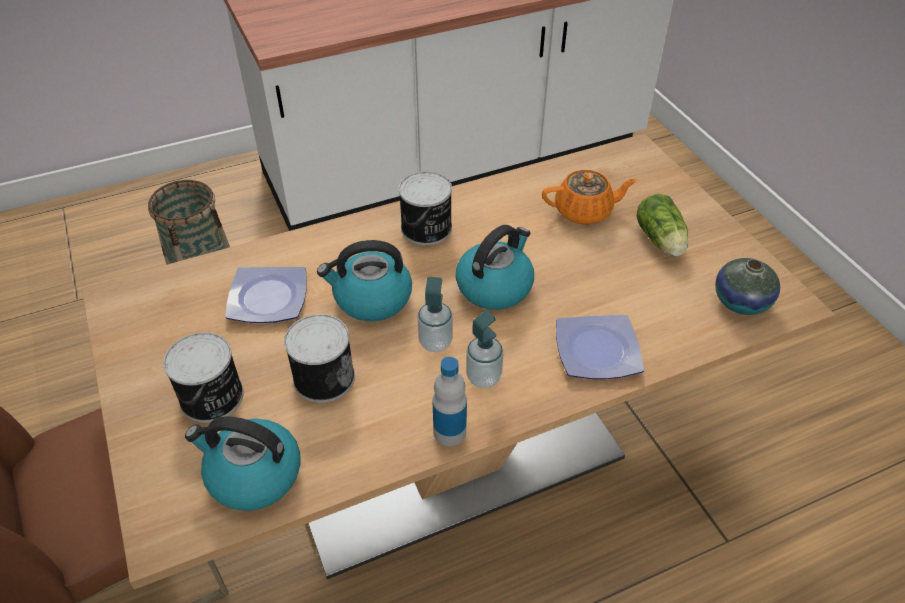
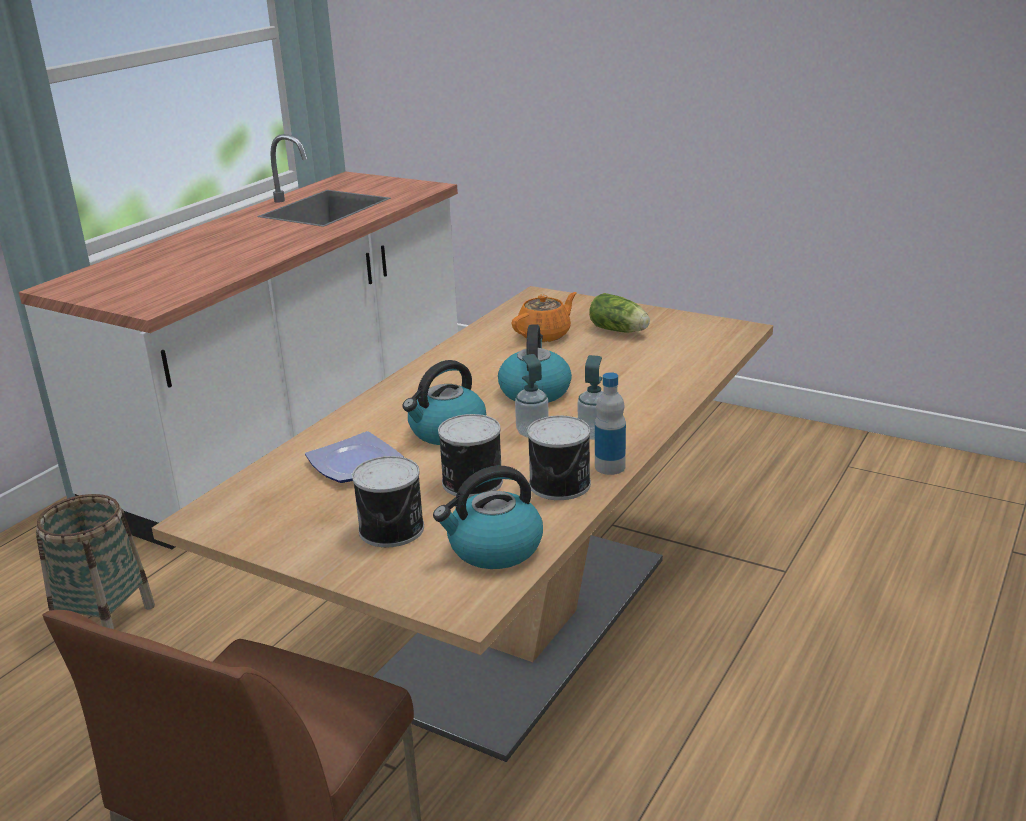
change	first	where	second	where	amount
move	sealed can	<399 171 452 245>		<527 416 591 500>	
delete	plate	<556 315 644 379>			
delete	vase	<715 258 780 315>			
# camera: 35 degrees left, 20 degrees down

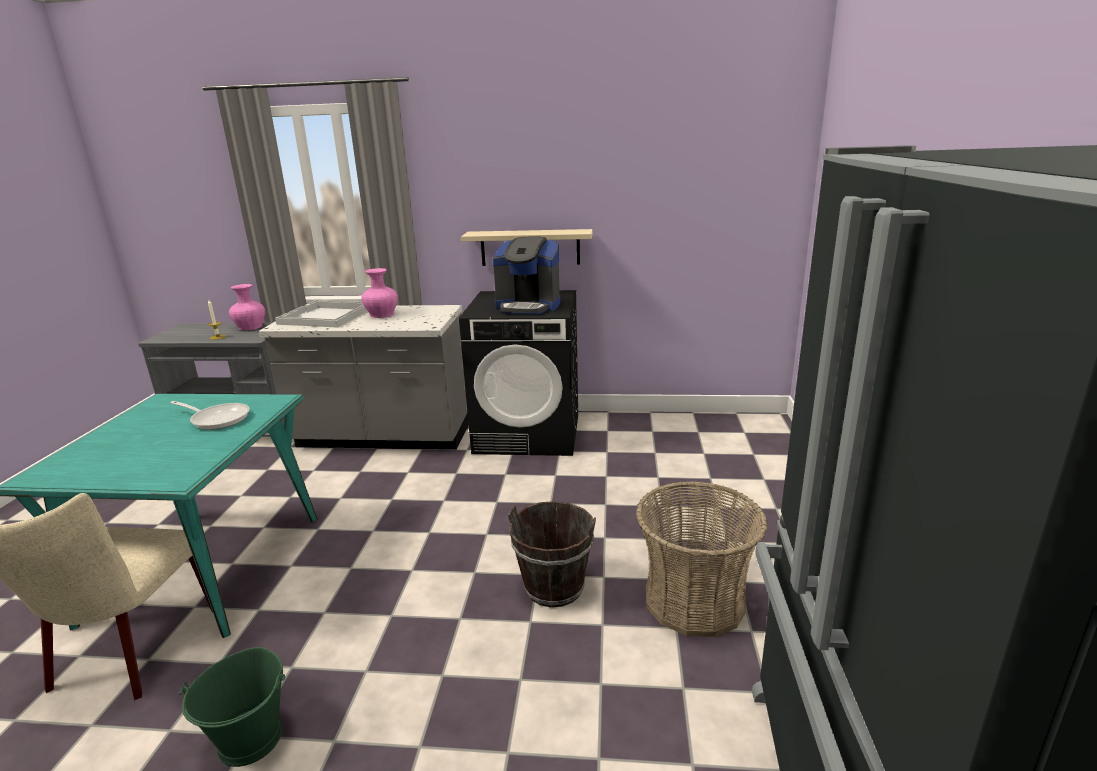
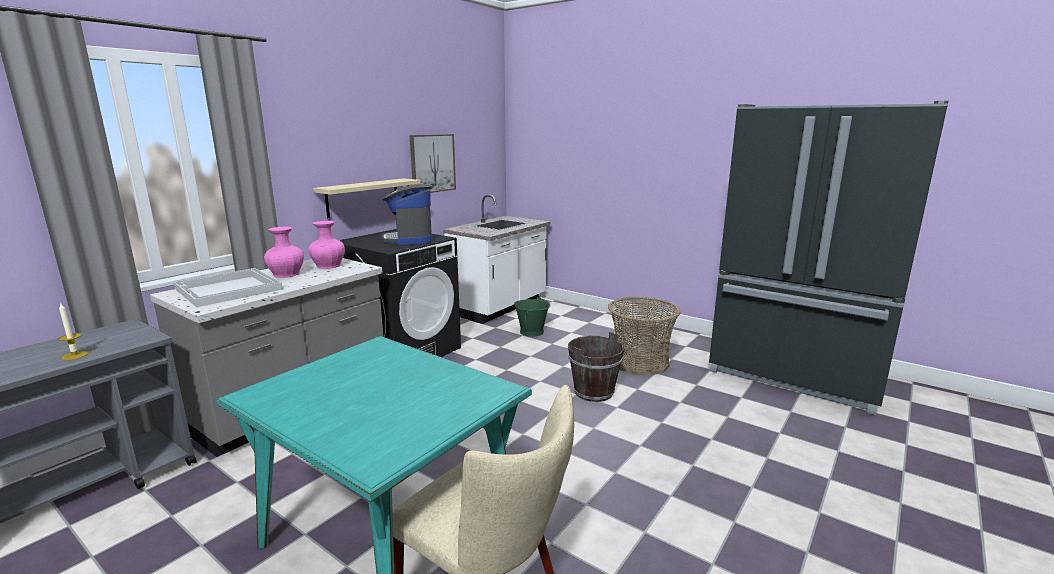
change	first	where	second	where	amount
move	pink vase	<229 284 265 331>		<308 221 345 269>	
rotate	coffee maker	<493 236 560 315>		<382 184 433 245>	120 degrees clockwise
insert			wall art	<410 134 456 193>	
insert			whitish kitchen counter	<443 195 550 324>	
move	green-coloured pail	<179 647 285 767>		<514 296 550 337>	
delete	pan	<170 401 250 430>			
# camera: 60 degrees left, 5 degrees down

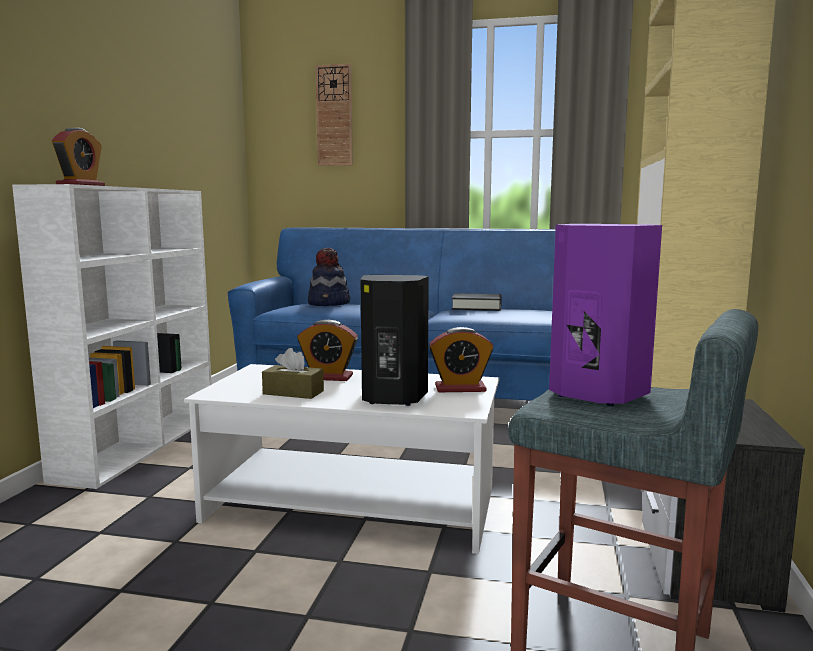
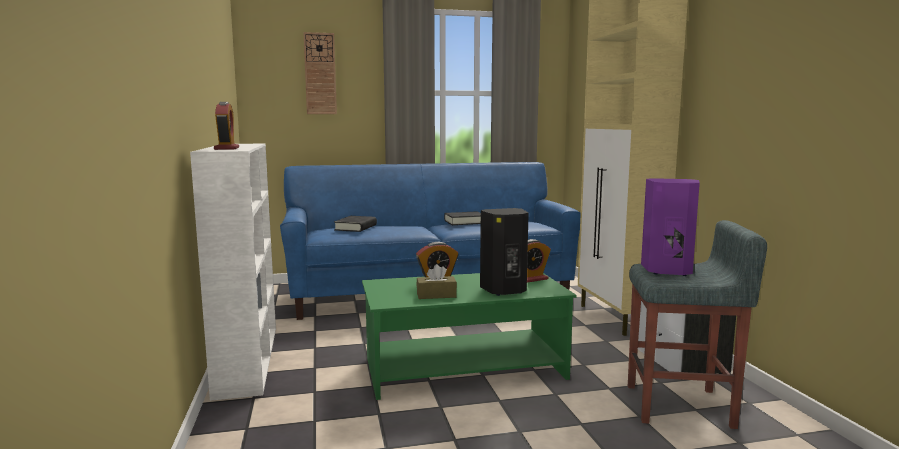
change	first	where	second	where	amount
replace	clothing hat	<308 248 350 306>	black-coloured volume	<334 216 377 232>	
recolor	whitish lounge table	<184 364 499 554>	green-coloured lounge table	<362 273 576 400>	
# camera: 25 degrees left, 0 degrees up

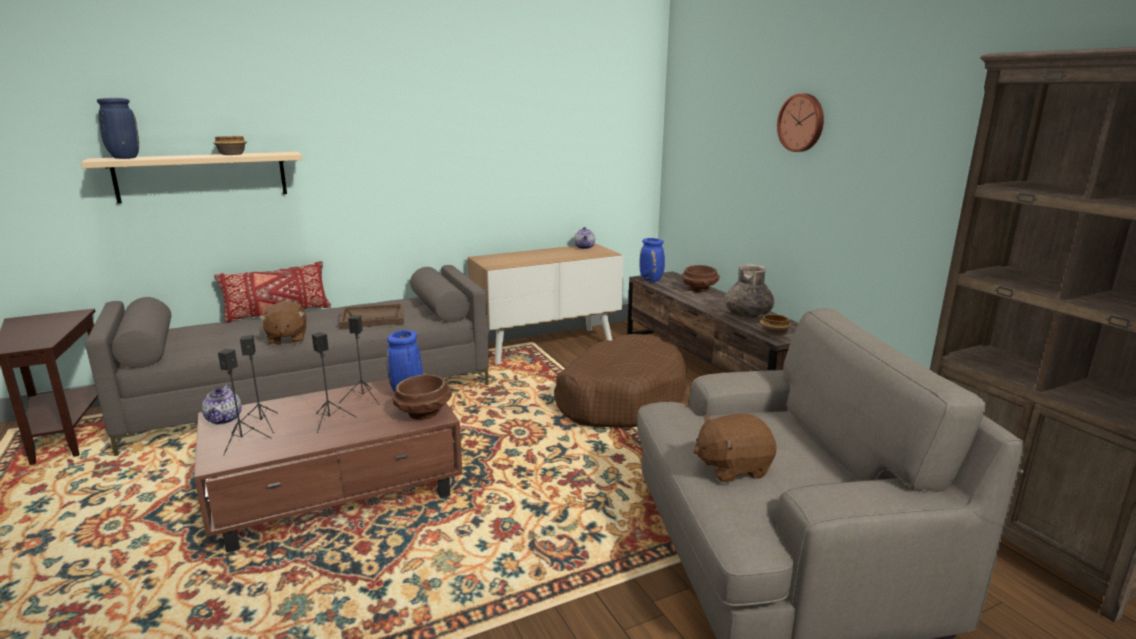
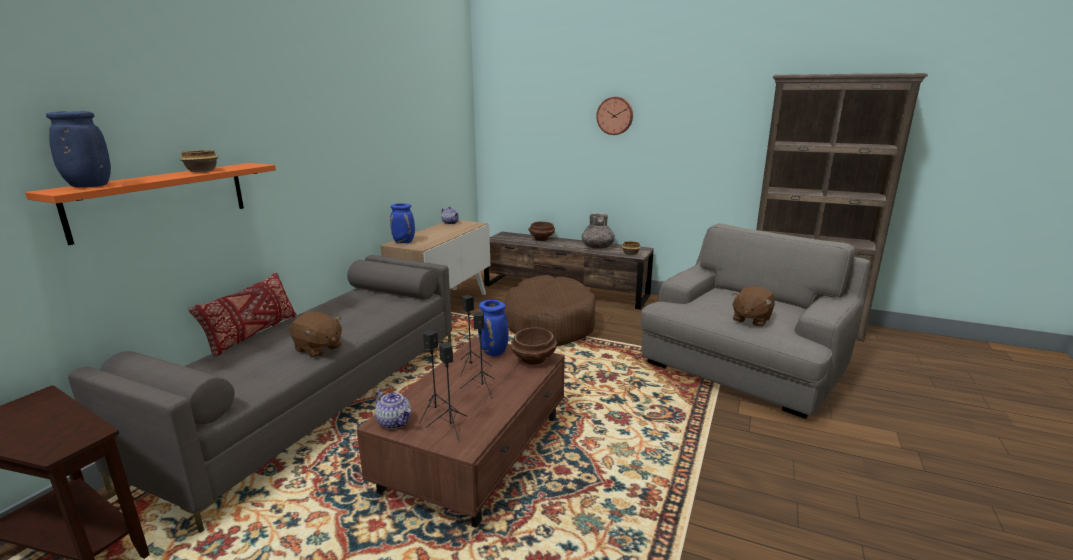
change	first	where	second	where	amount
recolor	beige-coloured wall shelf	<81 152 302 204>	orange wall shelf	<25 163 276 245>	
move	bluish vase	<640 238 665 282>		<390 203 415 243>	
delete	brown tray	<339 304 404 328>			
# camera: 40 degrees left, 0 degrees up

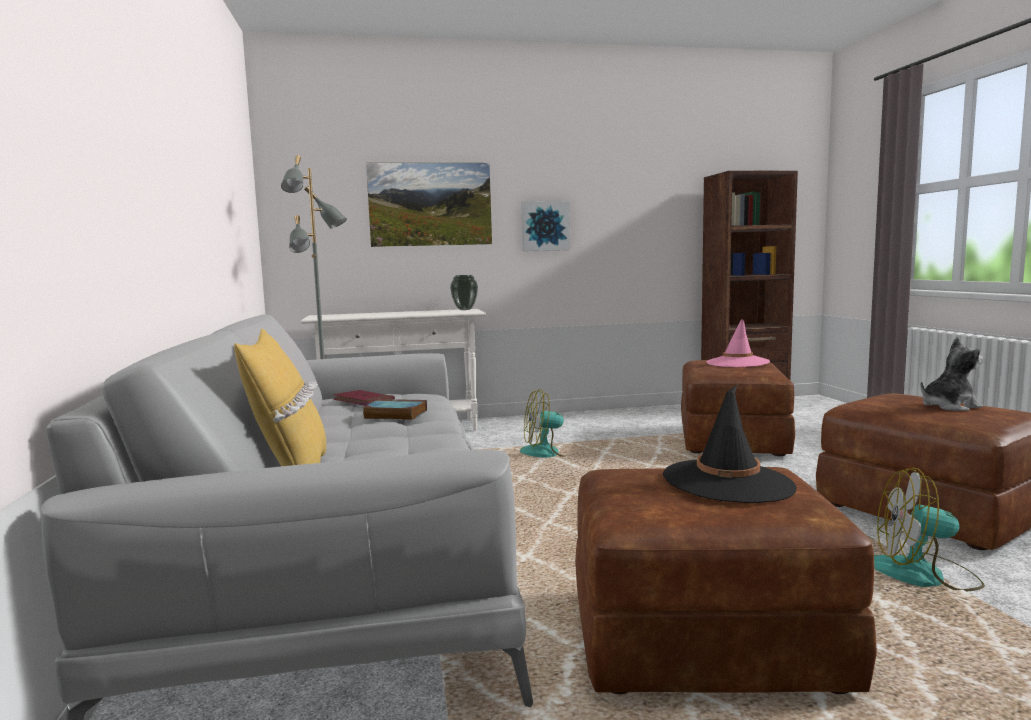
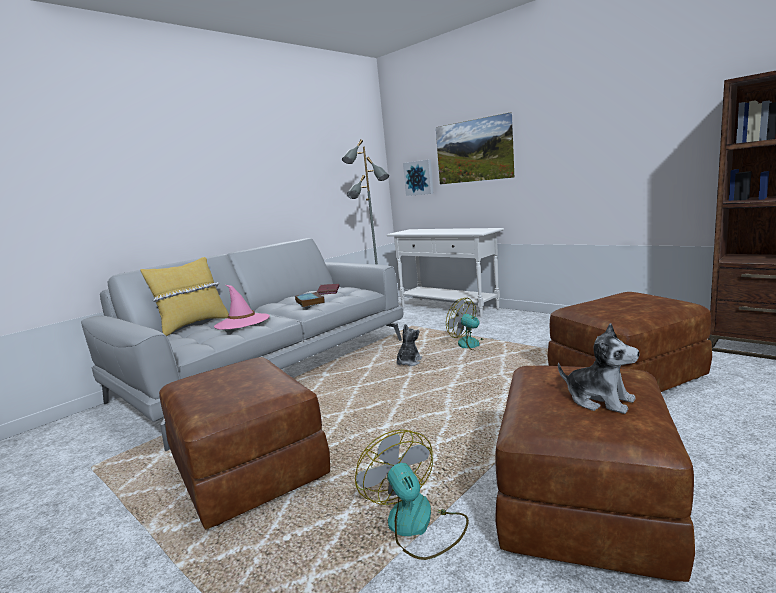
change	first	where	second	where	amount
move	pink clothing hat	<706 319 770 367>		<214 285 270 330>	
insert			cuddly toy	<396 324 422 366>	
move	wall art	<521 201 570 251>		<403 159 433 196>	
delete	vase	<450 275 478 310>			
delete	black-coloured clothing hat	<663 385 797 503>			
# camera: 55 degrees right, 5 degrees up

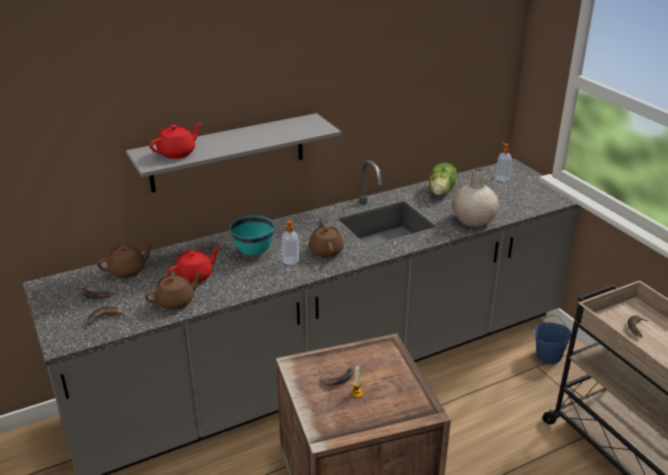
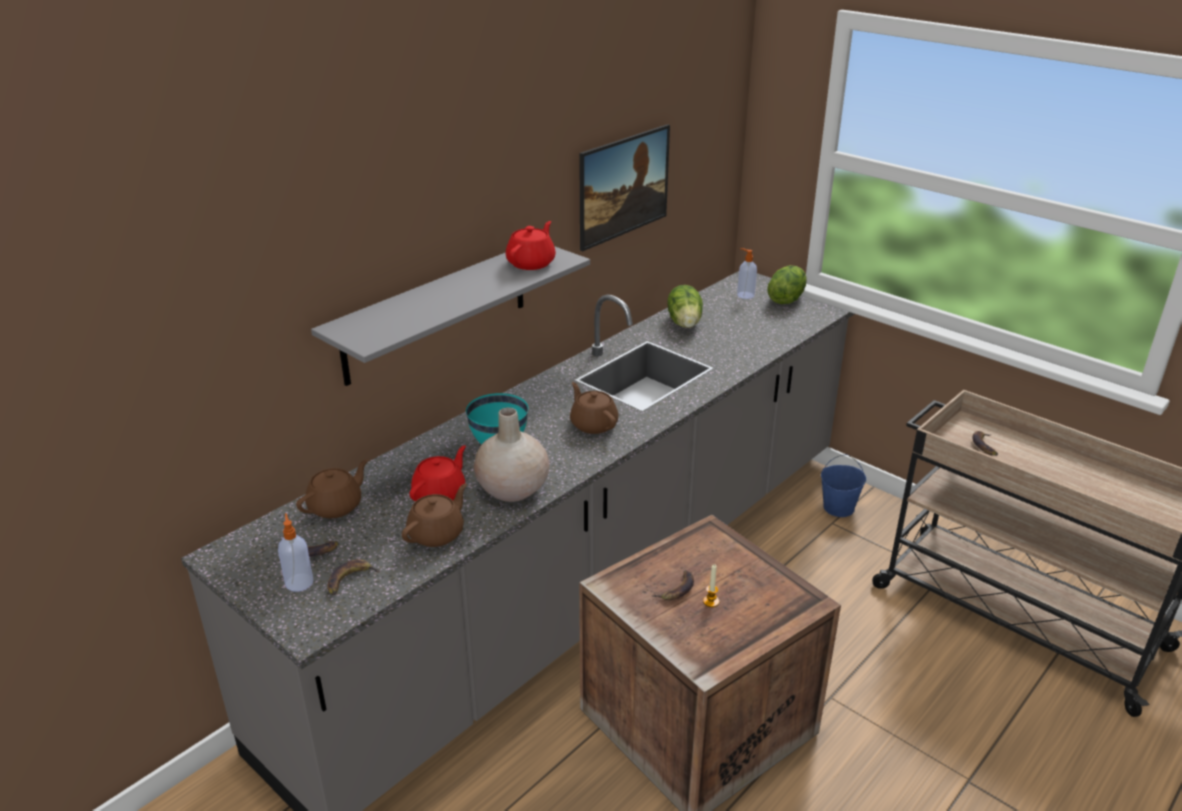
change	first	where	second	where	amount
move	soap bottle	<282 217 299 265>		<278 513 313 592>	
move	beige-coloured vase	<452 168 499 227>		<474 407 549 502>	
move	red-coloured pot for tea	<149 123 202 159>		<506 221 556 270>	
insert			wall art	<579 124 670 251>	
insert			lettuce head	<767 265 807 304>	
# camera: 20 degrees left, 0 degrees up

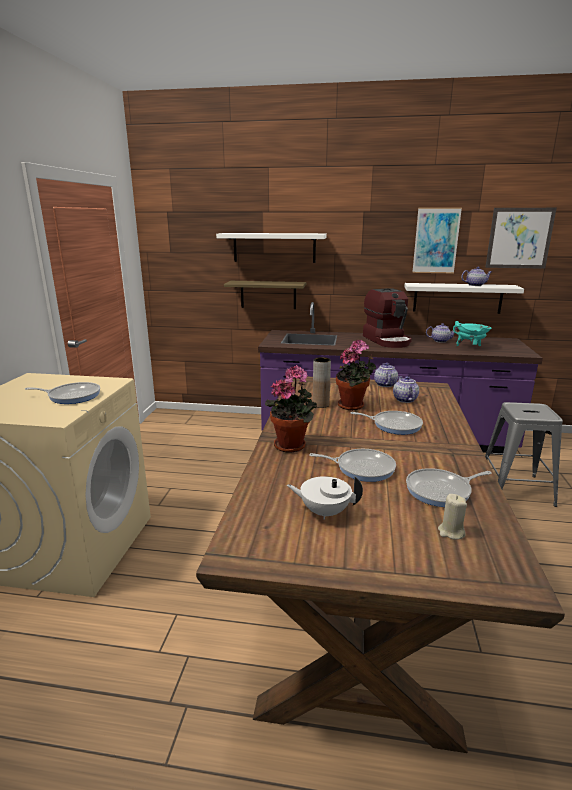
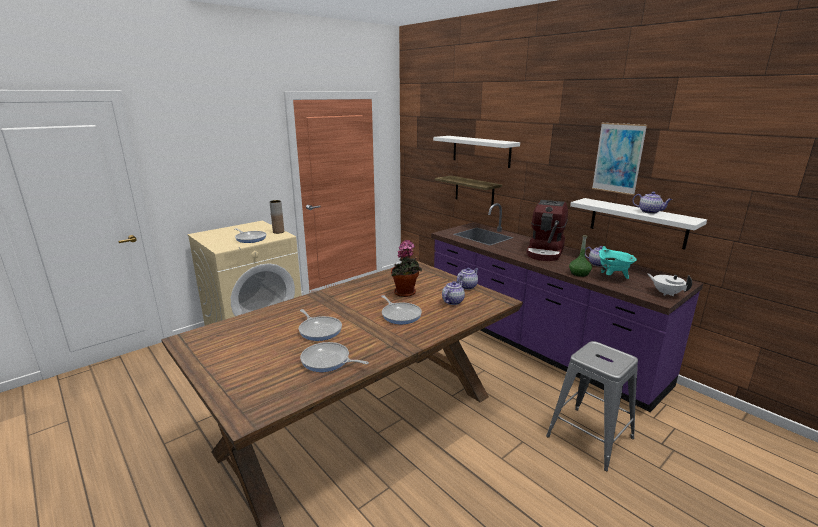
change	first	where	second	where	amount
move	brown vase	<313 357 331 408>		<270 200 284 234>	
insert			green-coloured bottle	<569 235 592 277>	
move	whitish pot for tea	<287 476 363 520>		<647 273 692 296>	
delete	houseplant	<265 365 317 453>			
delete	beige-coloured candle	<438 494 467 540>			
delete	wall art	<485 208 557 269>			
# camera: 40 degrees right, 0 degrees up

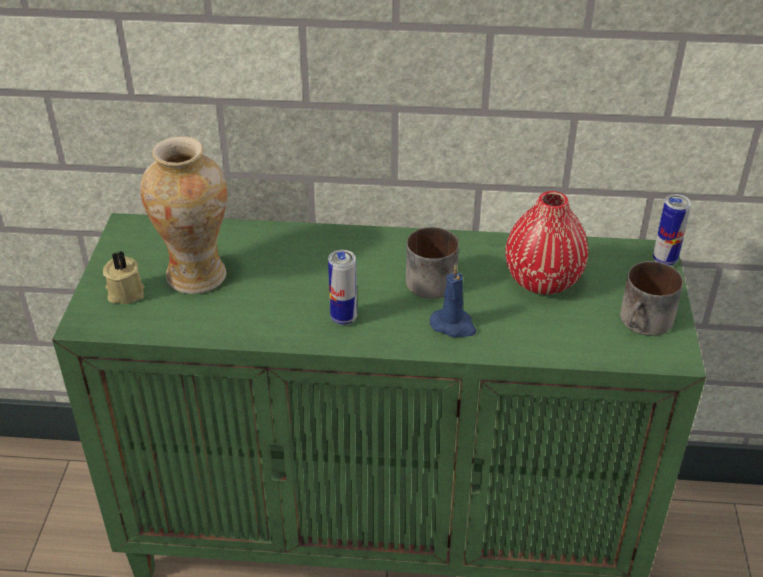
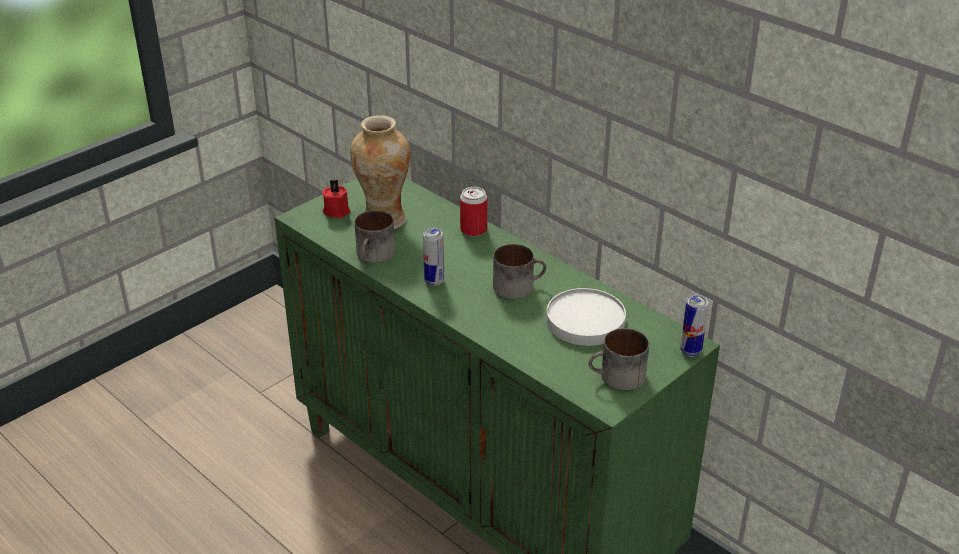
change	first	where	second	where	amount
recolor	beige-coloured candle	<103 251 145 304>	red-coloured candle	<322 179 351 218>	
insert			mug	<355 210 395 263>	
insert			sealed can	<460 187 487 236>	
replace	red-coloured vase	<505 191 588 295>	whitish plate	<546 288 626 346>	
delete	bluish candle	<430 264 476 337>			
# camera: 40 degrees right, 5 degrees down

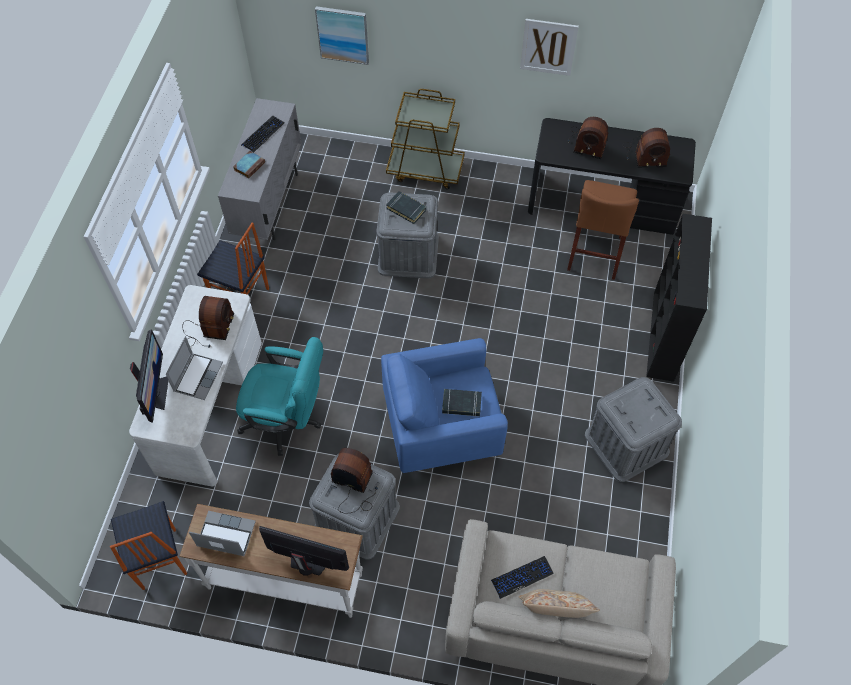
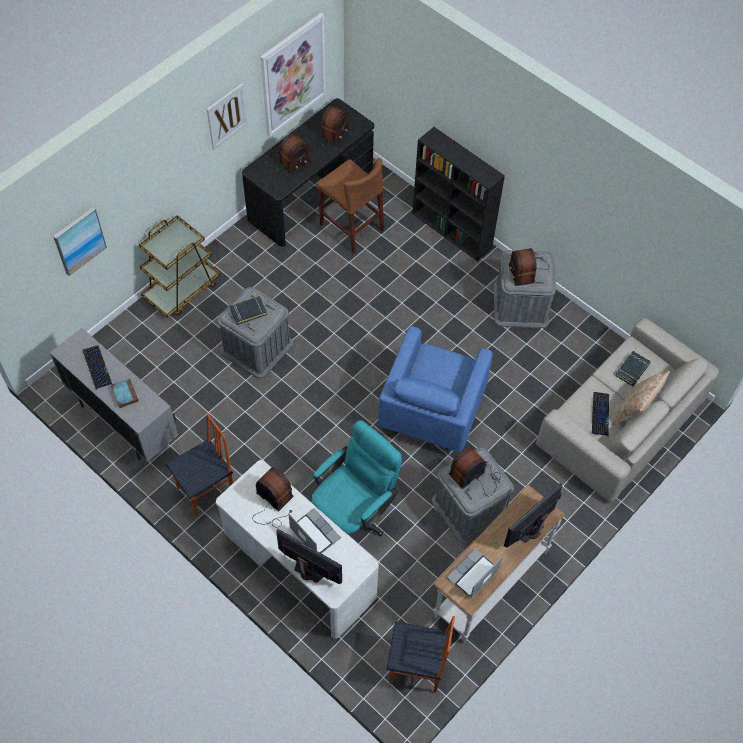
change	first	where	second	where	amount
insert			wall art	<261 12 326 137>	
insert			radio receiver	<508 248 549 286>	
move	black-coloured volume	<442 389 482 417>		<615 351 650 386>	
# camera: 60 degrees left, 0 degrees up

